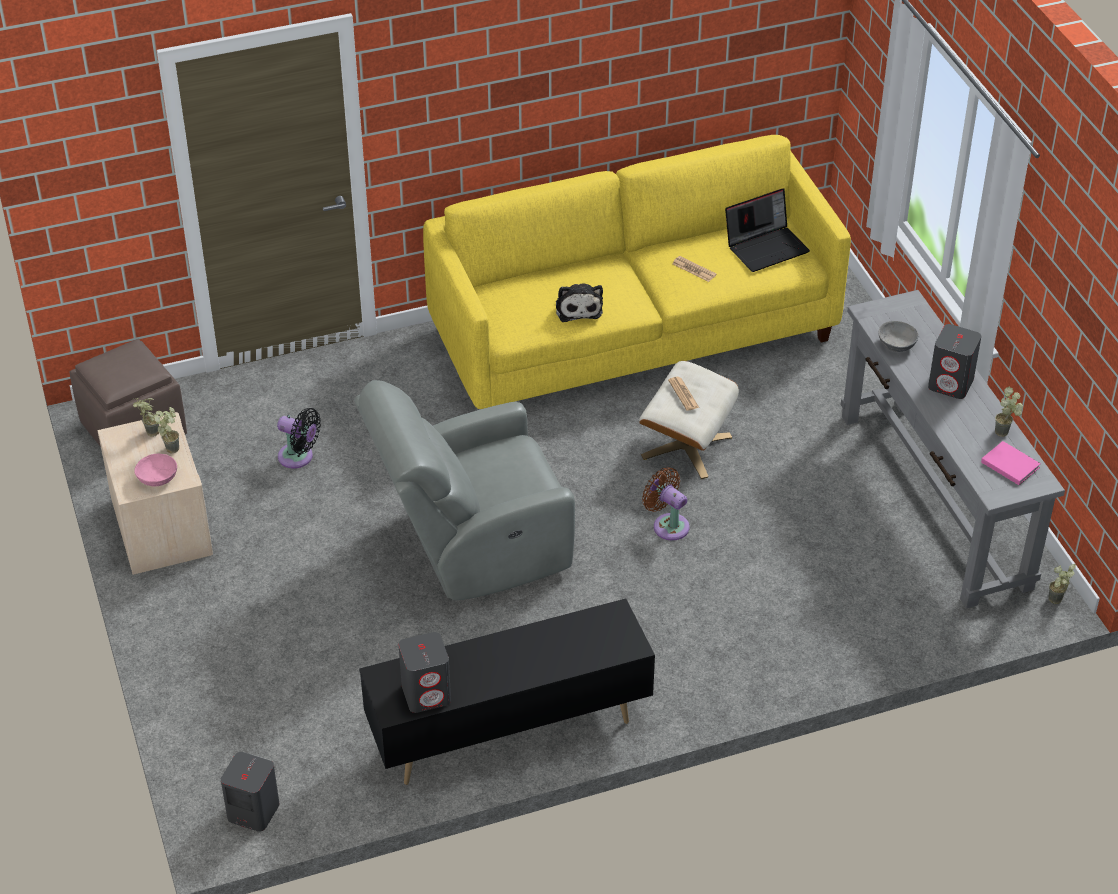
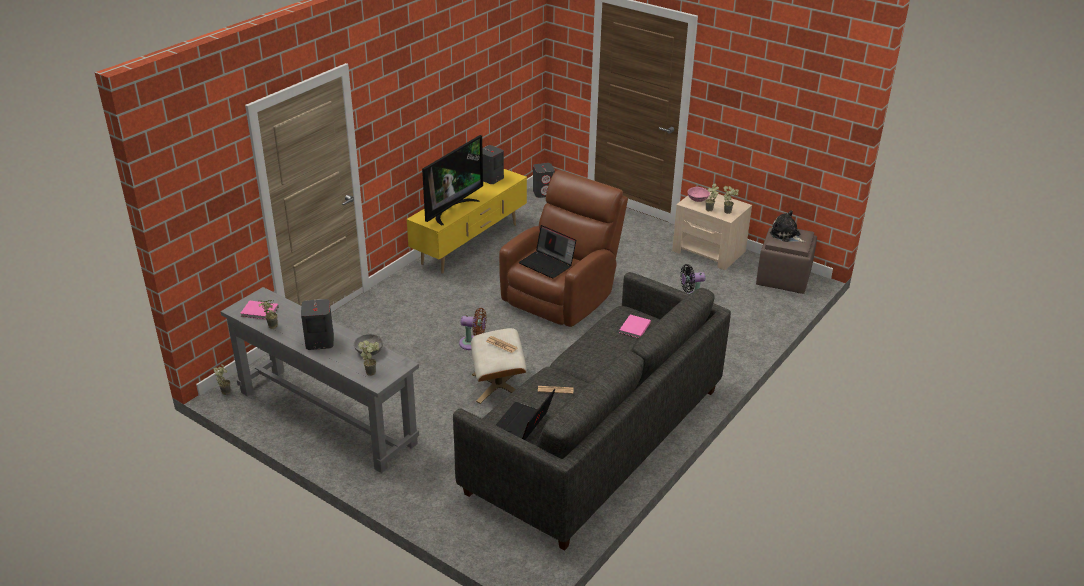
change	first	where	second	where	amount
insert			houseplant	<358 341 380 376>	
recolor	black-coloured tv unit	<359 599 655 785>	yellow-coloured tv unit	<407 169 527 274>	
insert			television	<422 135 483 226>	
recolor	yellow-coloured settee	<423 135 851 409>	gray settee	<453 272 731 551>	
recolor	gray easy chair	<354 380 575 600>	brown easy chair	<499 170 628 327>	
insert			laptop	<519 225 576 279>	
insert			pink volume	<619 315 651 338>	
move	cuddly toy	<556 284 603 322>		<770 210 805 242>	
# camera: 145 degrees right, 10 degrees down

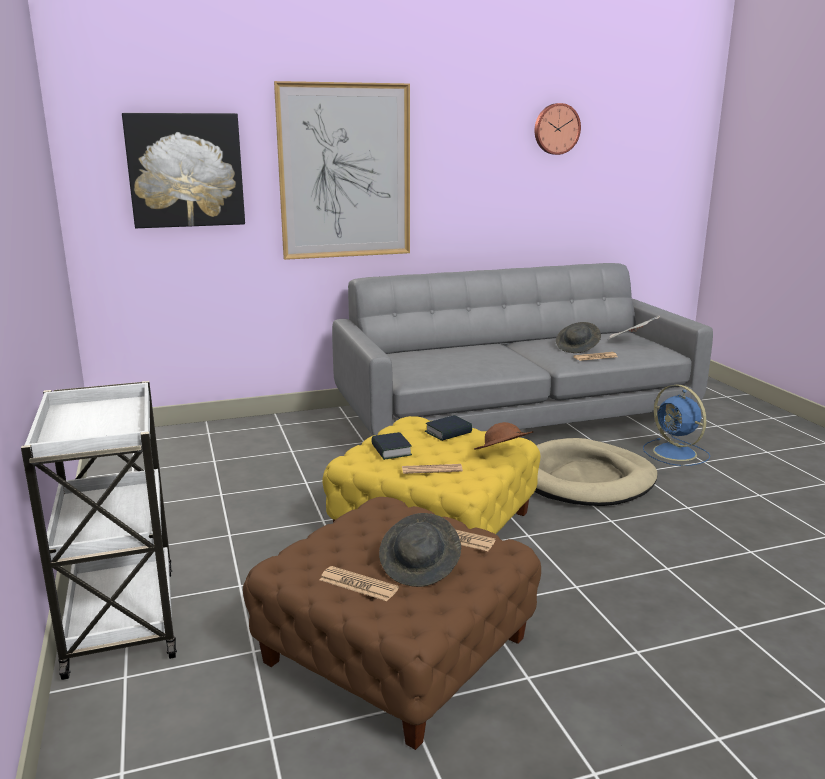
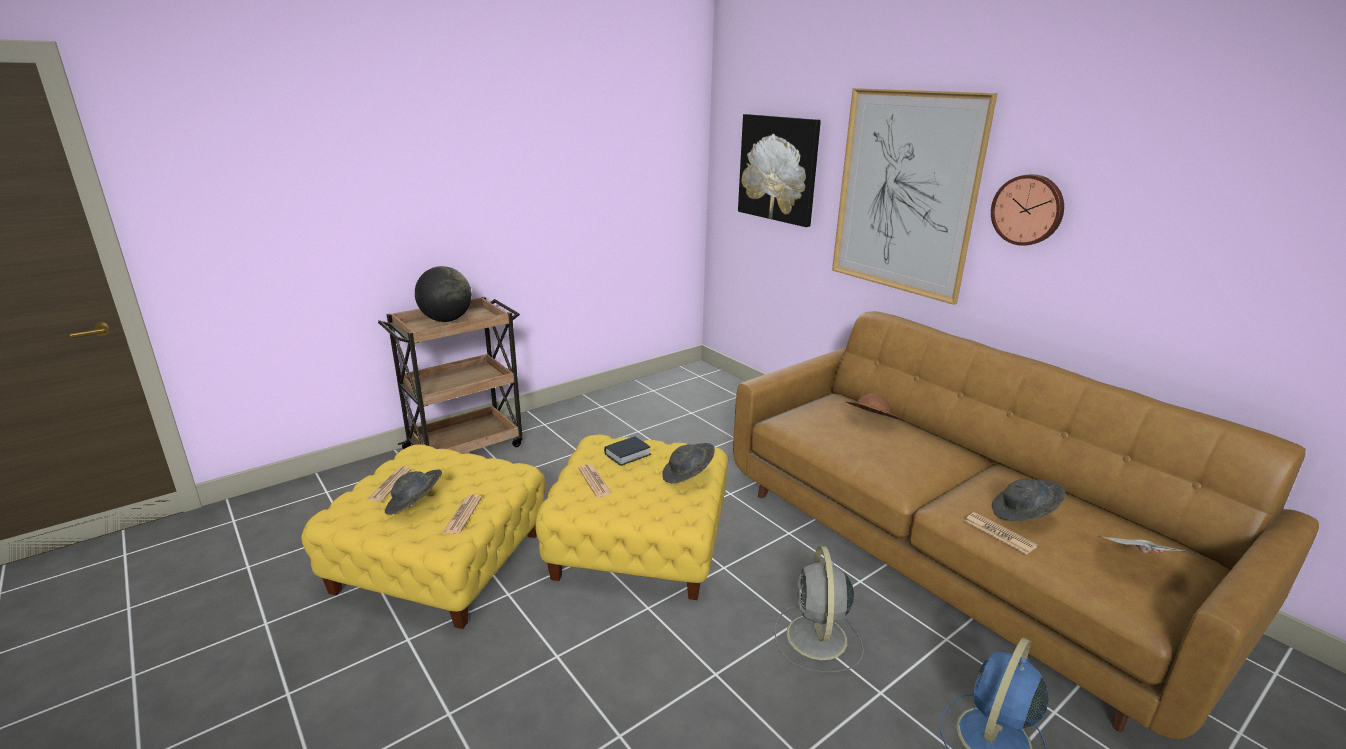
change	first	where	second	where	amount
recolor	brown pouffe	<243 497 541 750>	yellow-coloured pouffe	<301 444 545 629>	
recolor	whitish wheeled cart	<21 381 177 680>	brown wheeled cart	<378 297 523 454>	
insert			desk globe	<415 266 472 322>	
replace	volume	<425 415 472 441>	gray clothing hat	<662 443 715 483>	
recolor	gray settee	<332 263 713 436>	brown settee	<733 311 1319 739>	
replace	beige-coloured pet bed	<535 438 658 506>	gray fan	<774 546 864 672>	
move	brown clothing hat	<474 422 533 450>		<846 393 900 419>	
move	wall clock	<534 103 581 155>		<991 174 1064 246>	
# camera: 70 degrees right, 5 degrees up

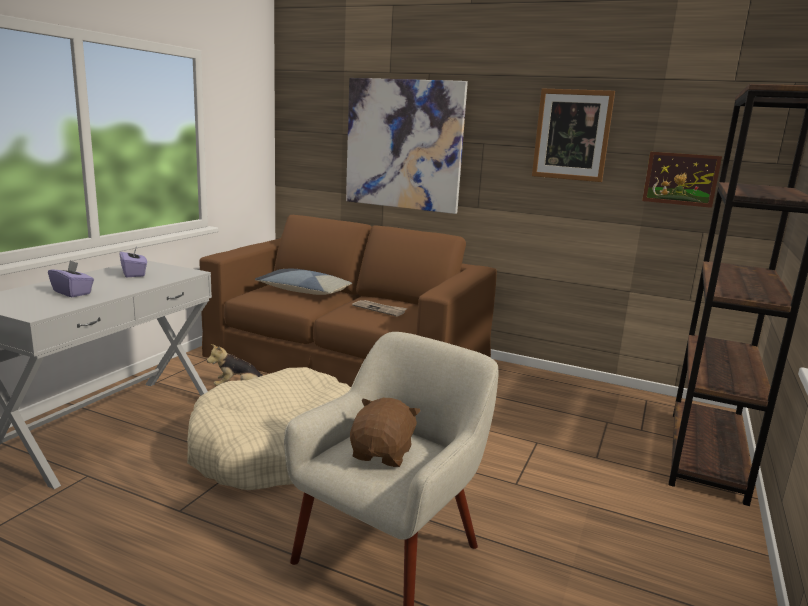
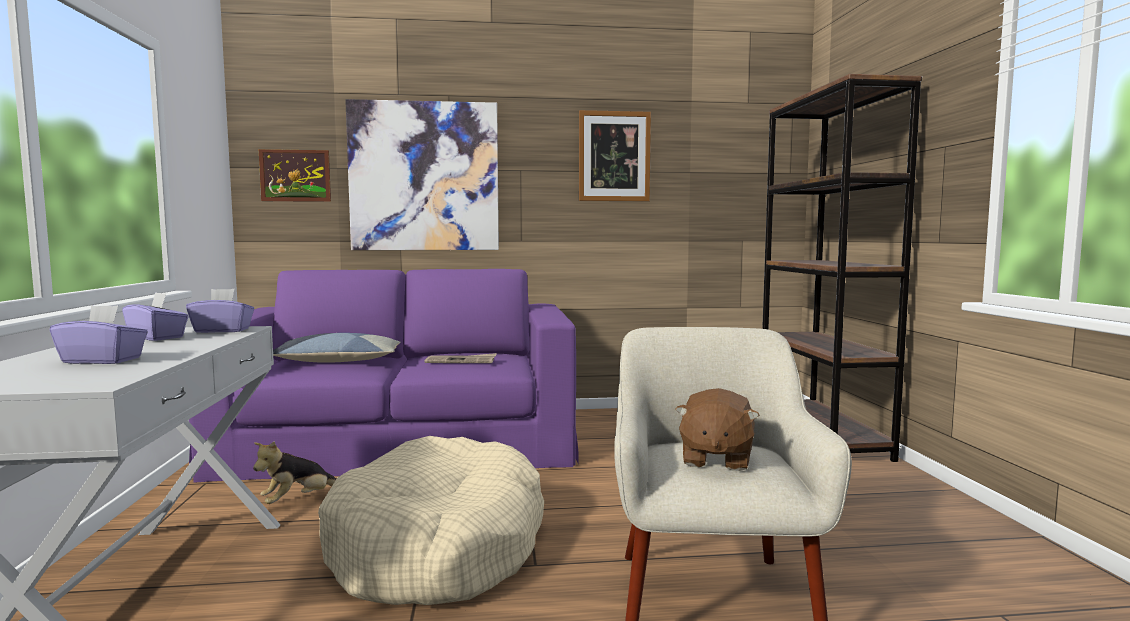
change	first	where	second	where	amount
insert			purplish box of tissues	<186 289 254 333>	
recolor	brown settee	<199 215 497 387>	purplish settee	<189 269 579 482>	
move	wall art	<642 152 722 208>		<259 149 331 202>	
rotate	brown cuddly toy	<350 398 420 467>		<675 388 760 471>	150 degrees counterclockwise
# camera: 30 degrees left, 10 degrees down

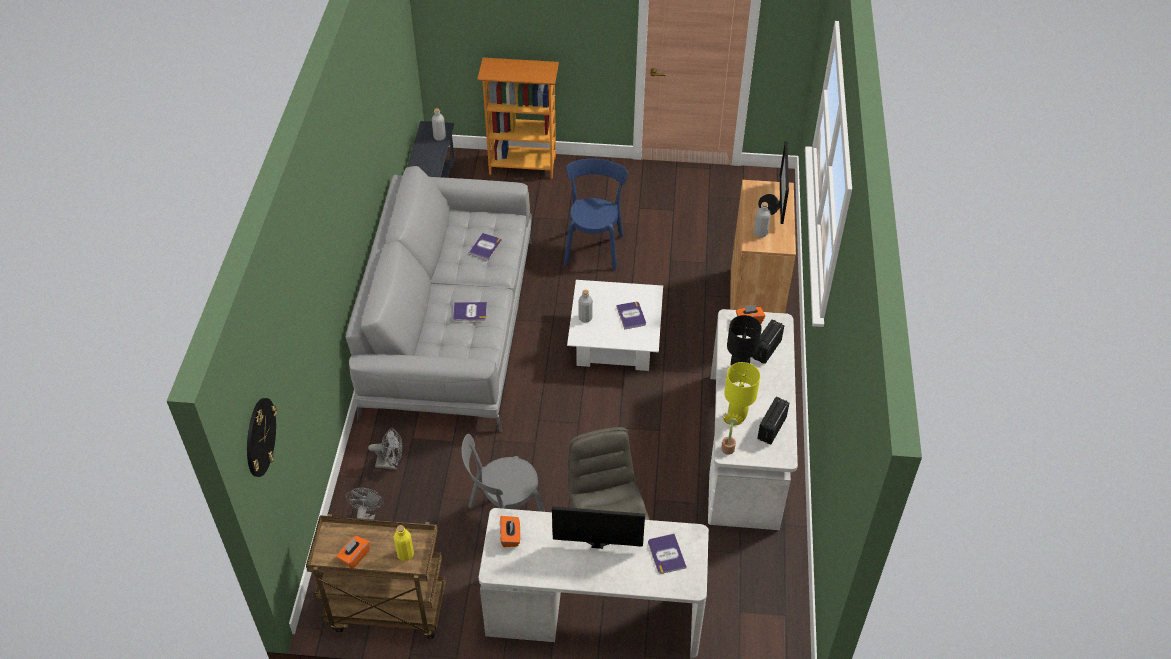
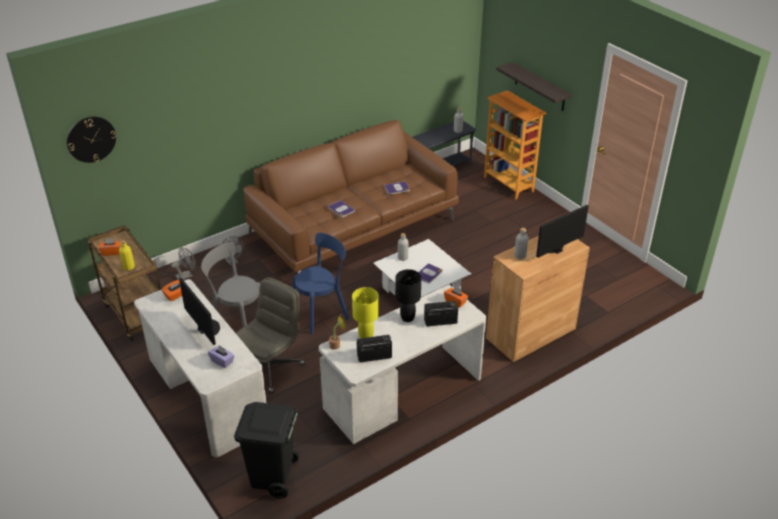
change	first	where	second	where	amount
replace	volume	<648 533 687 574>	purplish box of tissues	<208 345 235 368>	
insert			black-coloured rubbish bin	<234 402 299 498>	
recolor	gray settee	<346 166 532 432>	brown settee	<243 120 459 273>	
move	bluish chair	<564 159 628 270>		<292 233 350 334>	
insert			wall shelf	<496 62 572 111>	
# camera: 50 degrees right, 10 degrees down

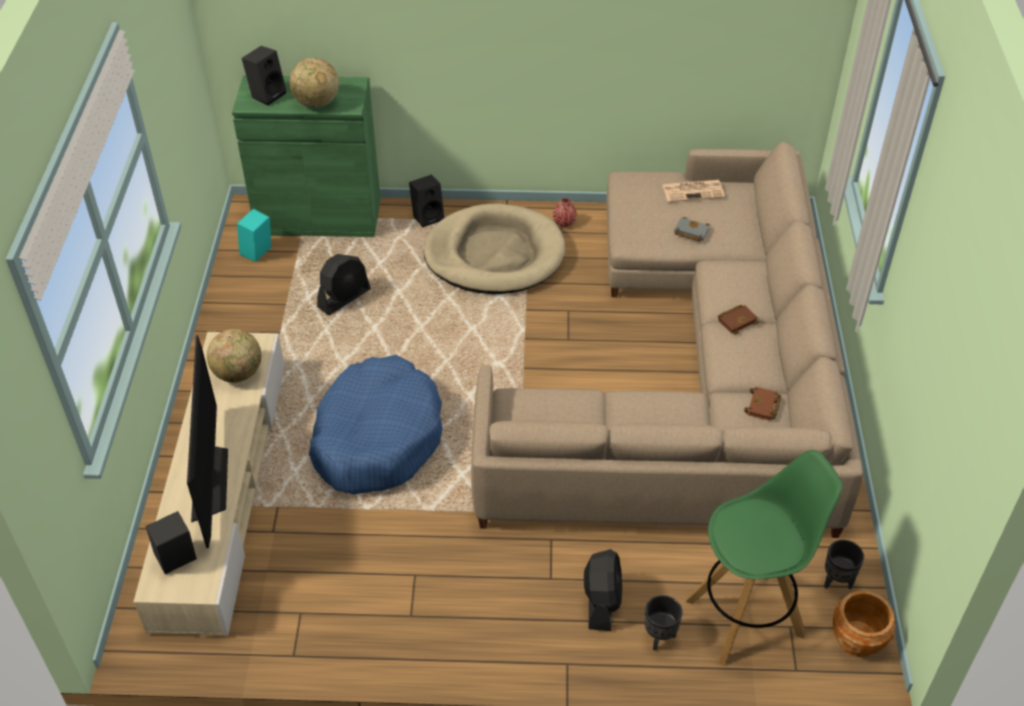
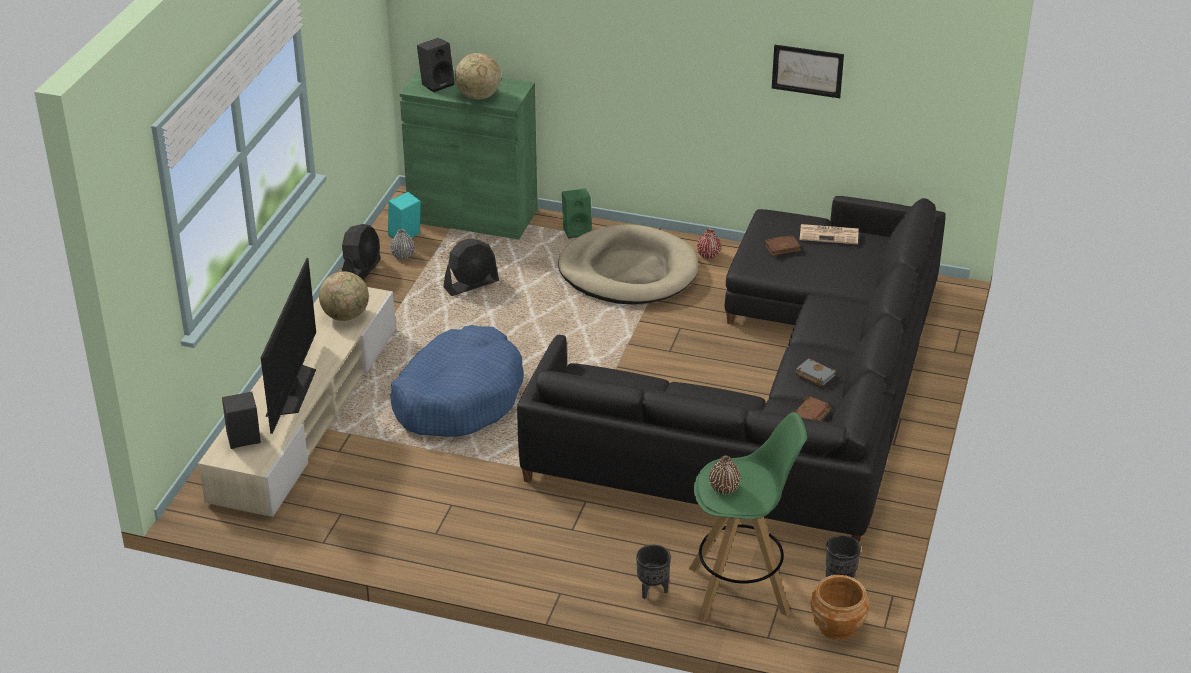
change	first	where	second	where	amount
move	black-coloured fan	<584 549 622 631>		<342 224 381 280>	
insert			gray vase	<390 229 414 260>	
recolor	beige-coloured settee	<471 142 863 538>	black-coloured settee	<517 196 946 543>	
recolor	black-coloured loudspeaker	<409 175 444 227>	green-coloured loudspeaker	<562 188 592 239>	
insert			brown vase	<709 455 741 494>	
move	brown volume	<718 305 759 334>		<765 235 801 256>	
insert			wall art	<772 45 844 98>	
move	gray volume	<674 217 710 242>		<795 359 836 386>	
# camera: 15 degrees right, 10 degrees down

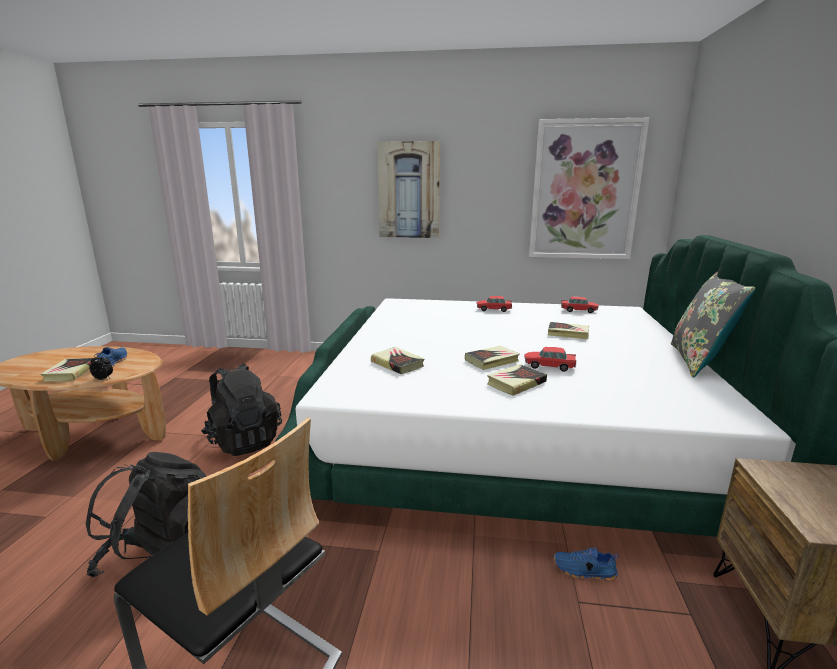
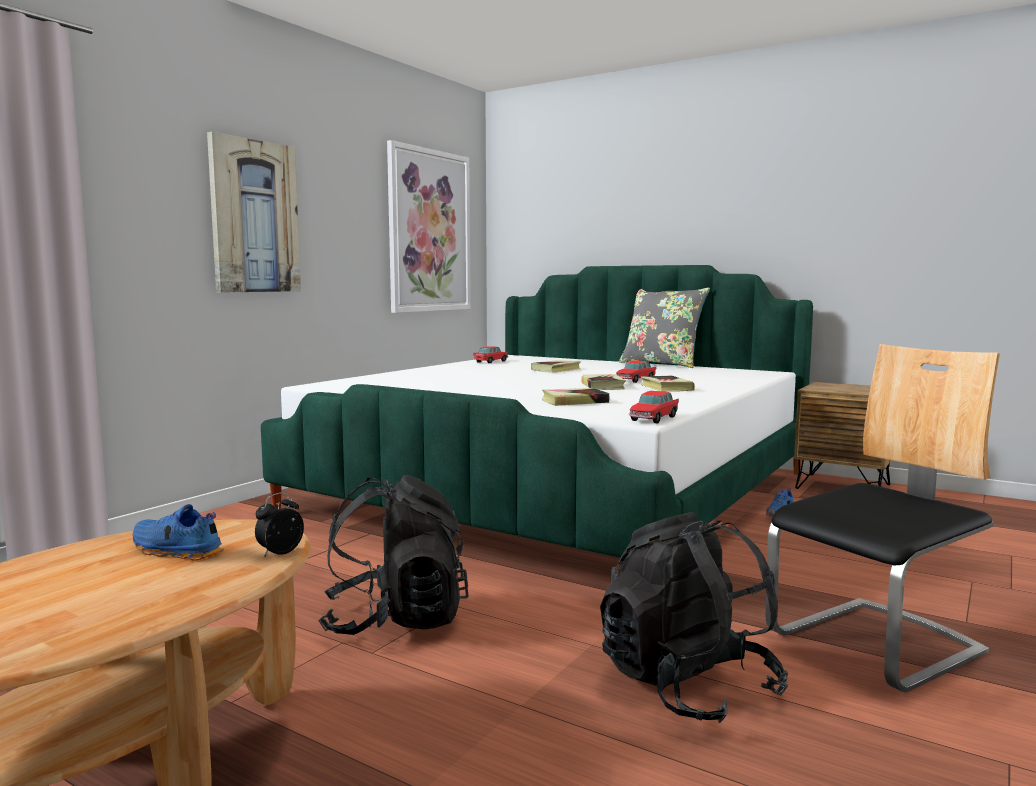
change	first	where	second	where	amount
move	miniature car	<476 296 512 312>		<629 391 679 423>	
delete	volume	<41 358 95 382>			
# camera: 65 degrees left, 10 degrees down

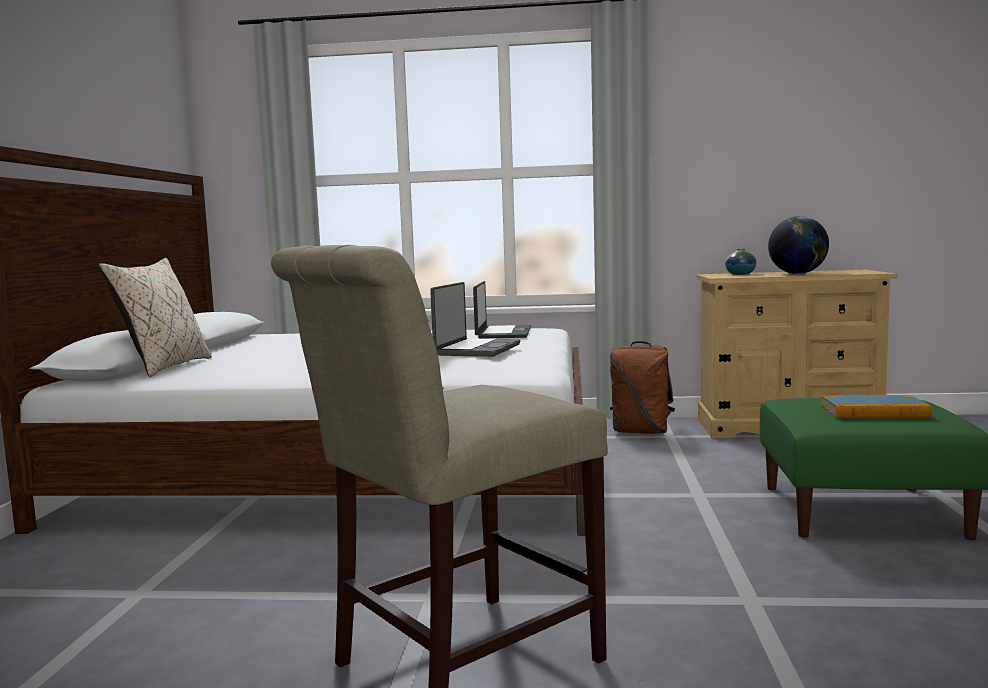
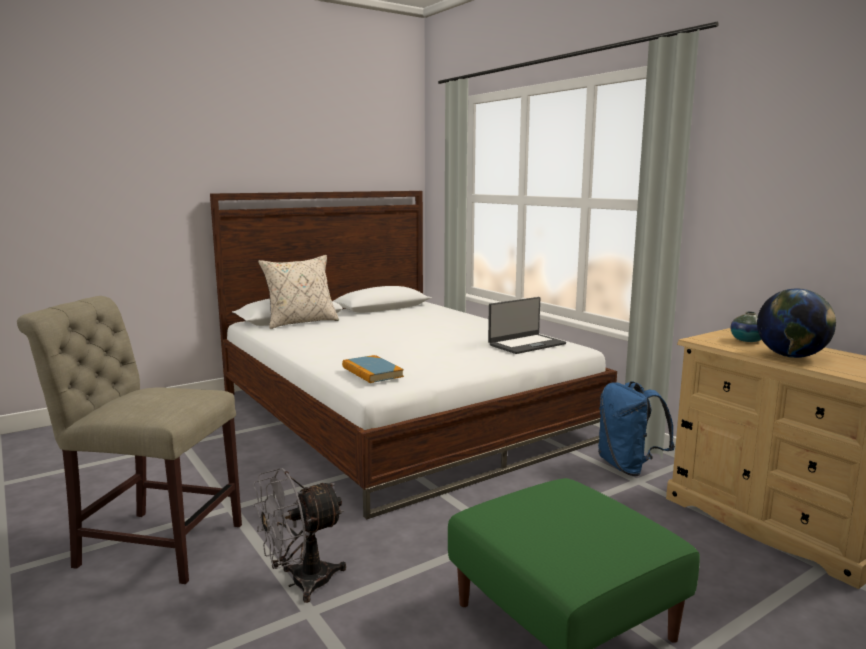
change	first	where	second	where	amount
insert			gray fan	<253 468 346 603>	
move	volume	<821 395 931 418>		<342 355 404 383>	
recolor	brown knapsack	<610 341 675 434>	bluish knapsack	<598 381 675 476>	
delete	laptop	<430 282 520 357>			
# camera: 50 degrees right, 5 degrees up

